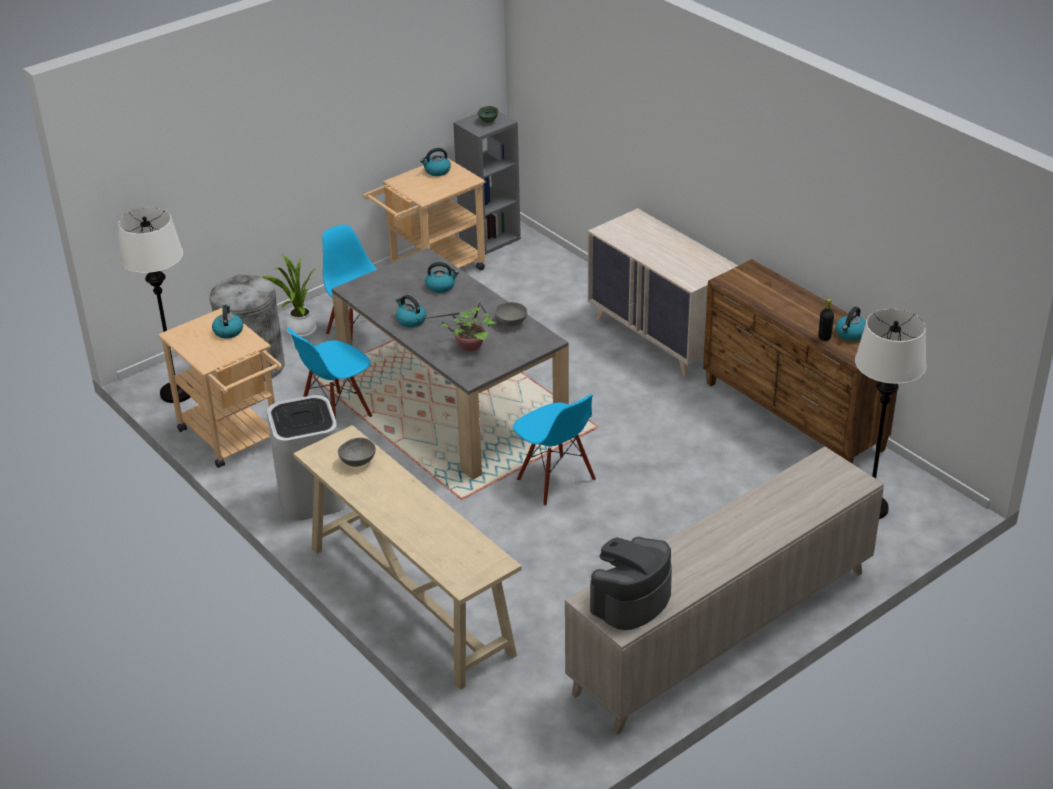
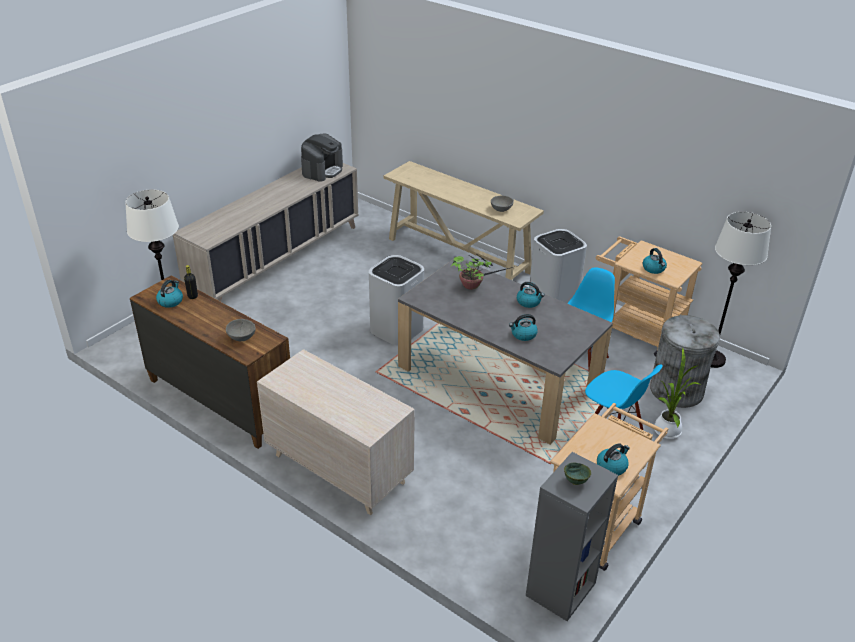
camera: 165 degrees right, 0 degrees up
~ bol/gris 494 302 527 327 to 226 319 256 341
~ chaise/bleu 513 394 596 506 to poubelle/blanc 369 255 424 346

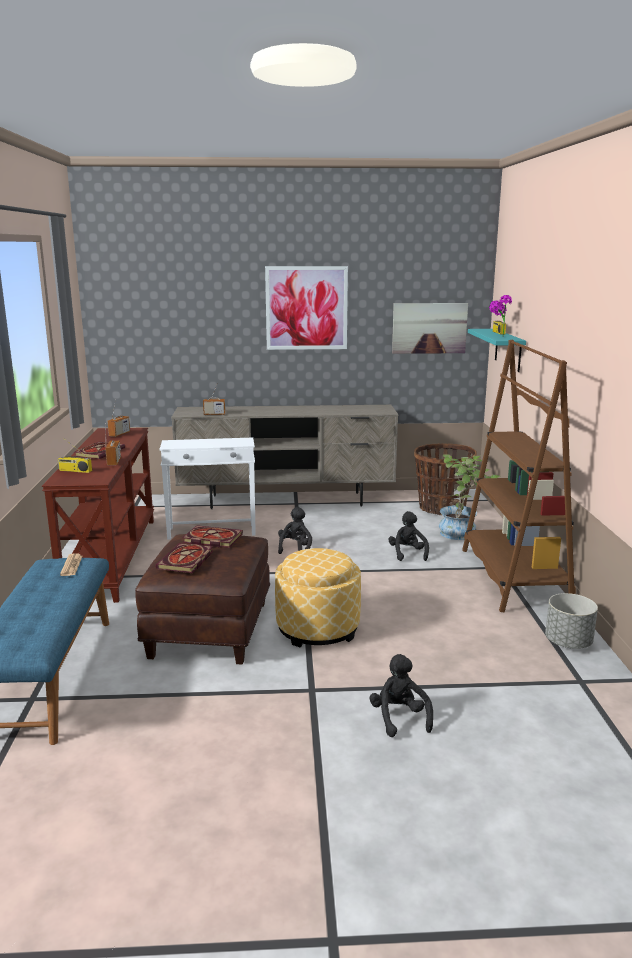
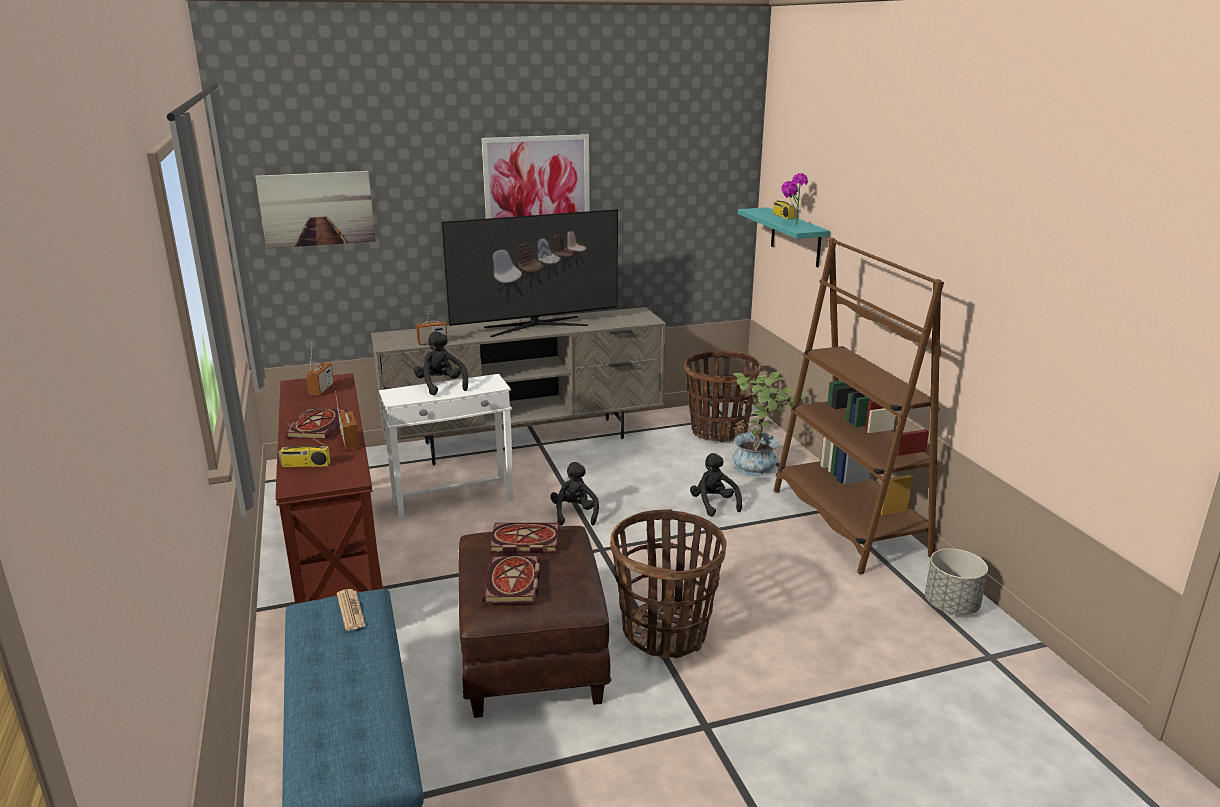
camera: 15 degrees left, 5 degrees up
~ pouf 275 548 361 648 to panier 610 509 726 659
~ peluche/noir 369 654 433 737 to 414 331 468 395
~ tableau 392 303 468 354 to 255 171 376 249
+ téléviseur 442 209 618 337

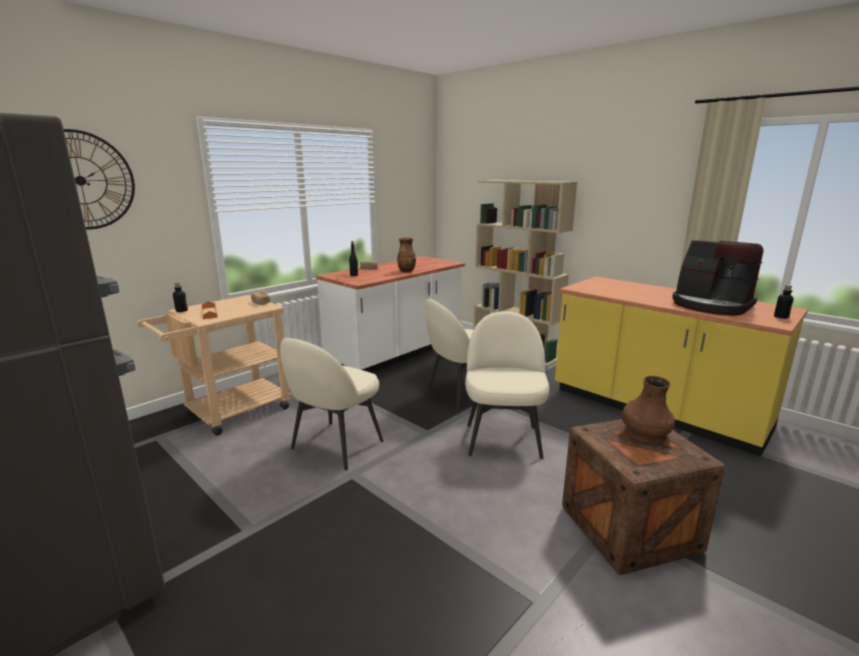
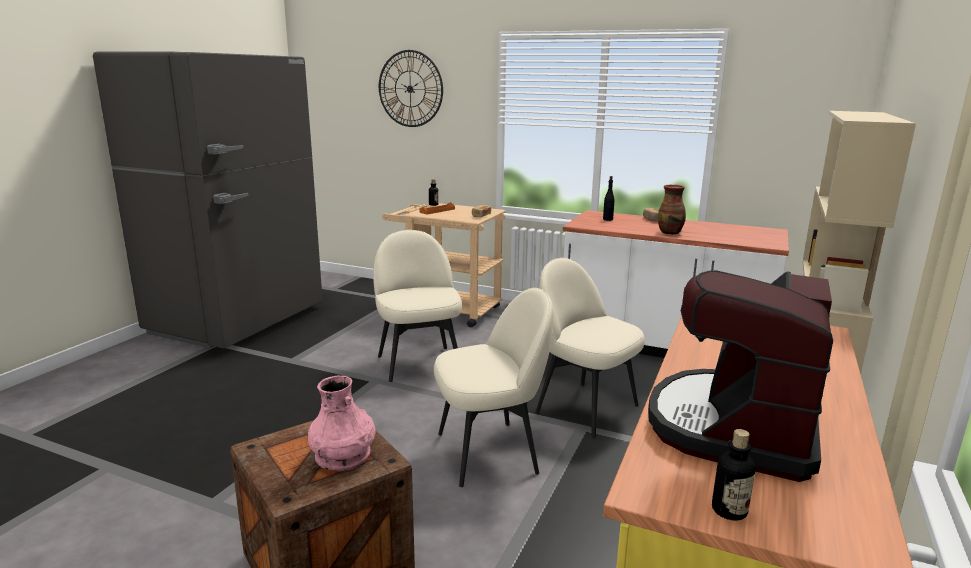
camera: 70 degrees right, 0 degrees up
~ chaise/beige 280 338 383 470 = 373 230 462 382 60 degrees clockwise
~ vase/marron 622 376 675 445 to vase/rose 308 376 376 471

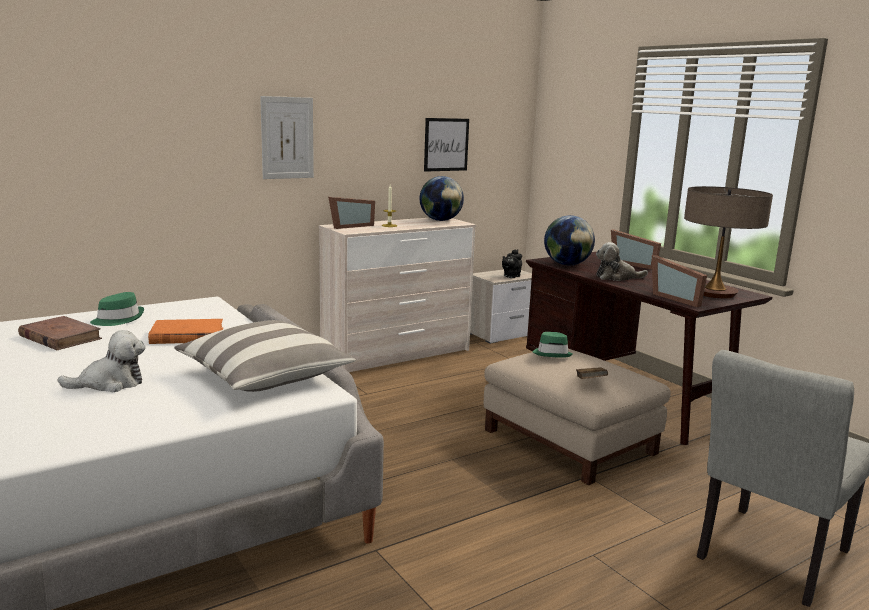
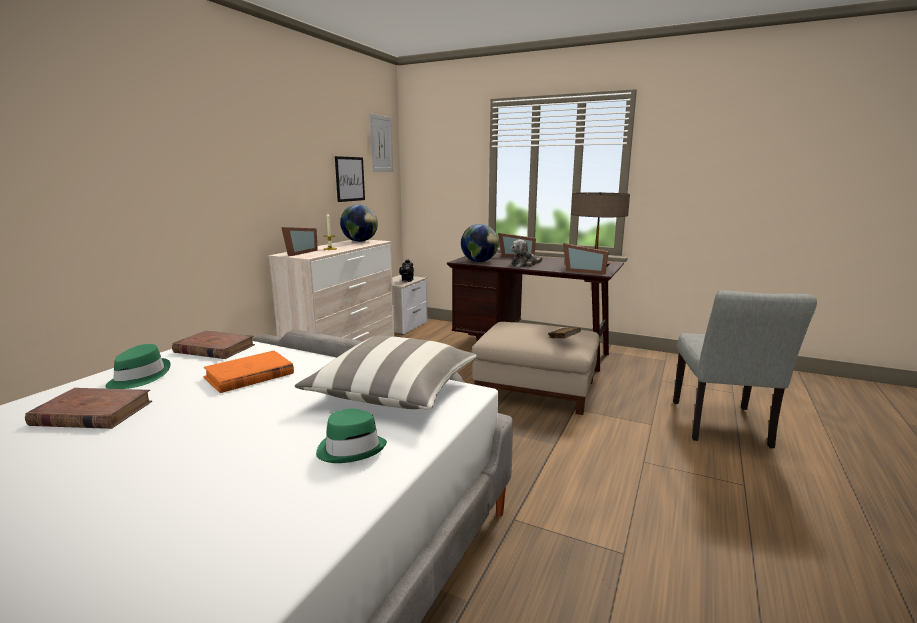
camera: 30 degrees left, 0 degrees up
- peluche 58 330 145 392
~ tableau 260 96 314 179 to 370 114 393 172
~ chapeau/vert 533 332 573 358 to 316 409 387 463
+ livre/marron 172 331 255 359

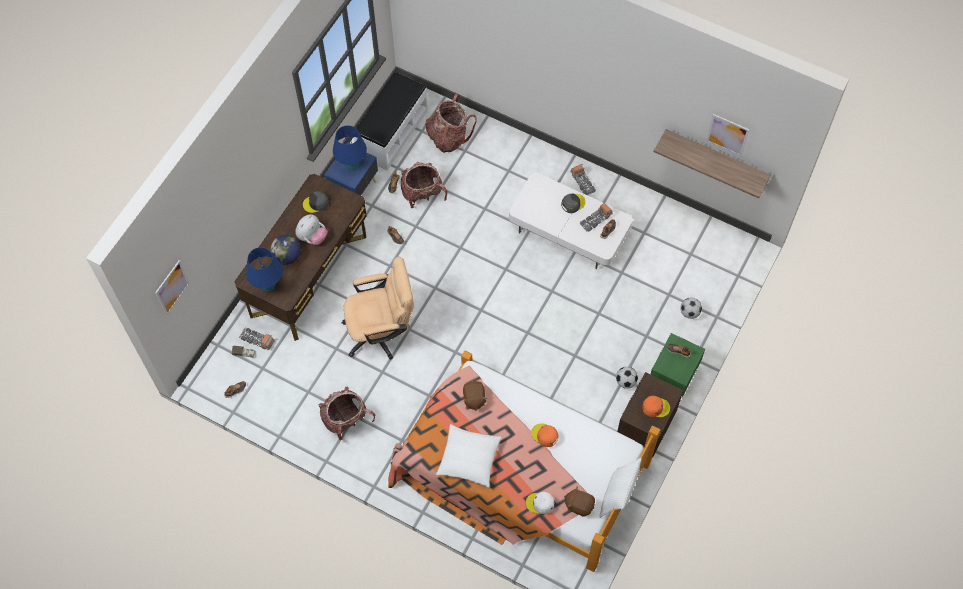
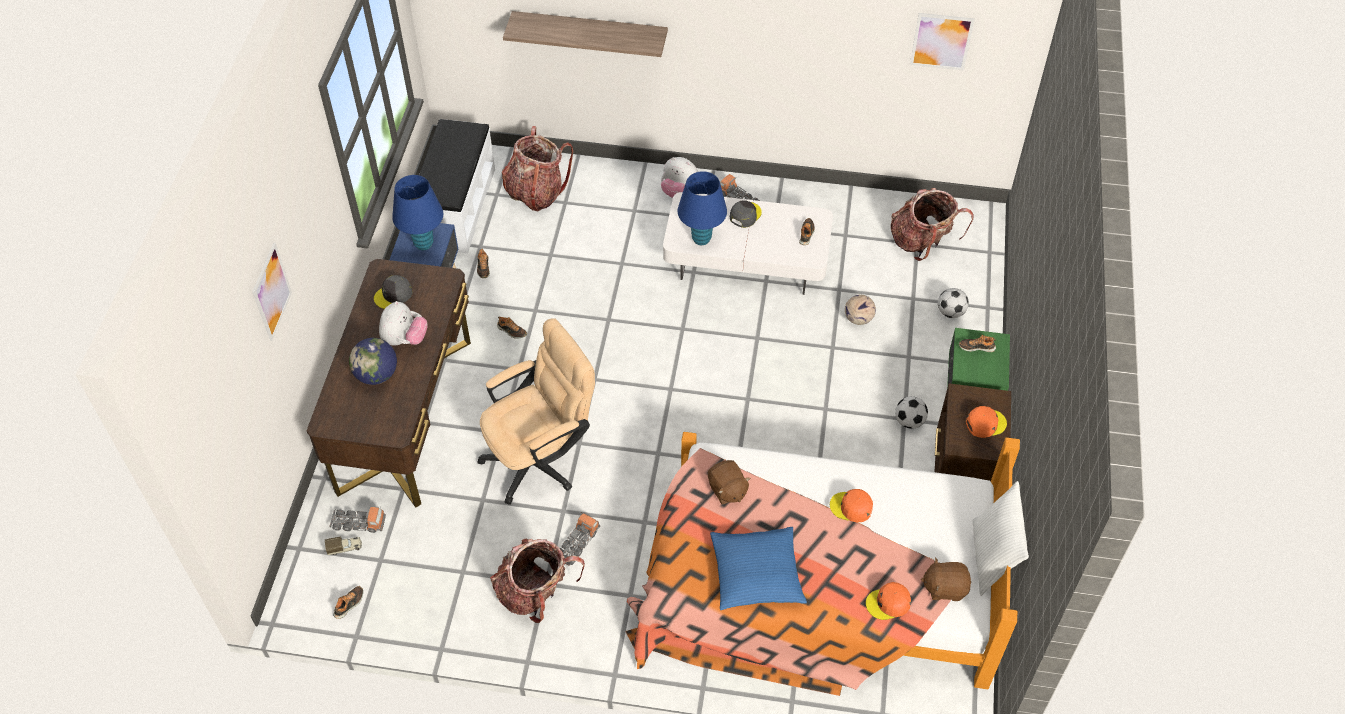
camera: 20 degrees left, 10 degrees down
~ tableau 155 260 190 315 to 252 243 292 341
~ lampe de table/bleu 246 247 283 292 to 678 171 727 245
~ sac à dos 401 162 447 208 to 891 188 974 261
~ coussin/blanc 436 424 502 488 to coussin/bleu 710 527 807 610
~ casquette/blanc 526 492 554 514 to casquette/orange 866 582 911 620
~ camion jouet 580 202 613 232 to 560 513 600 566
~ étagère 653 129 771 198 to 503 11 668 57
+ peluche 661 157 698 198
+ ballon de foot 845 295 876 325

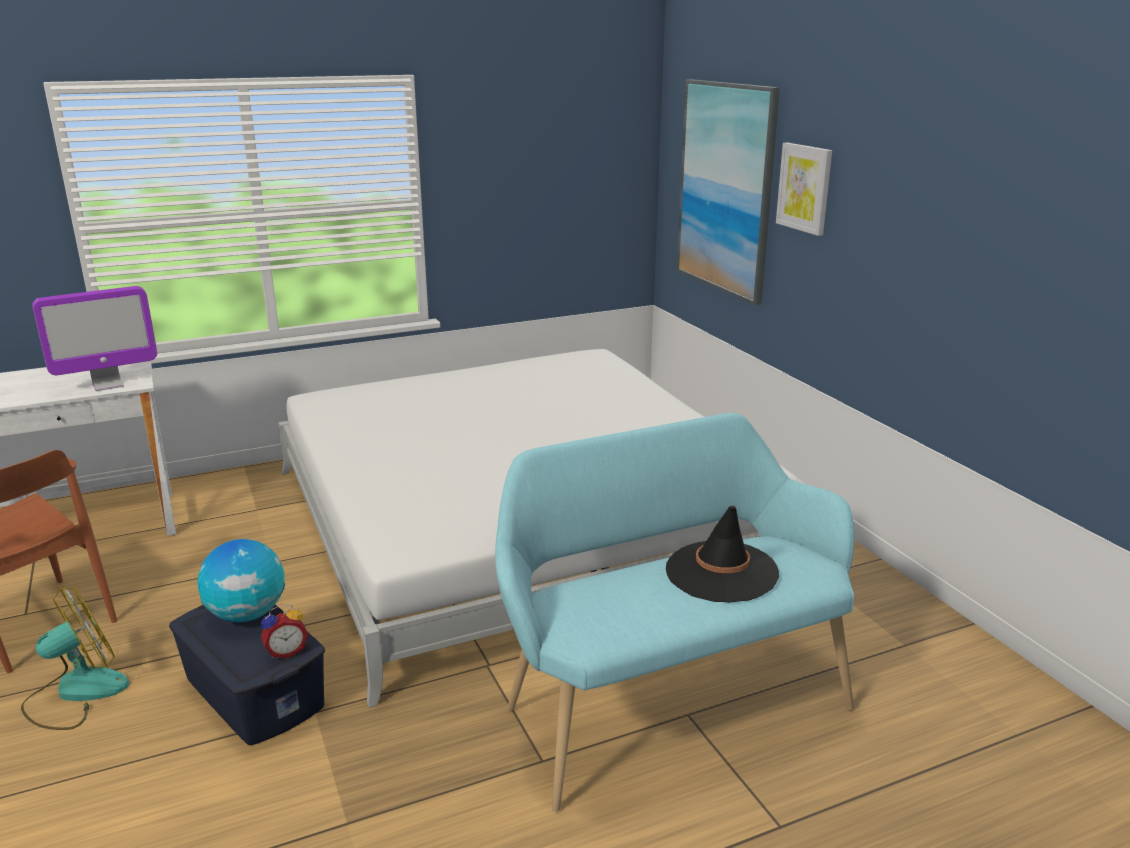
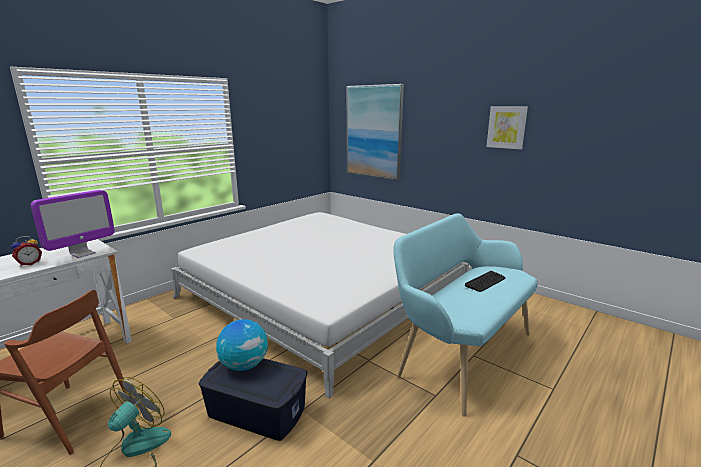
camera: 25 degrees left, 5 degrees down
~ réveil 261 605 308 658 to 11 236 42 267
~ chapeau/noir 666 506 779 603 to clavier 465 271 505 292
~ tableau 776 142 832 236 to 486 106 528 149

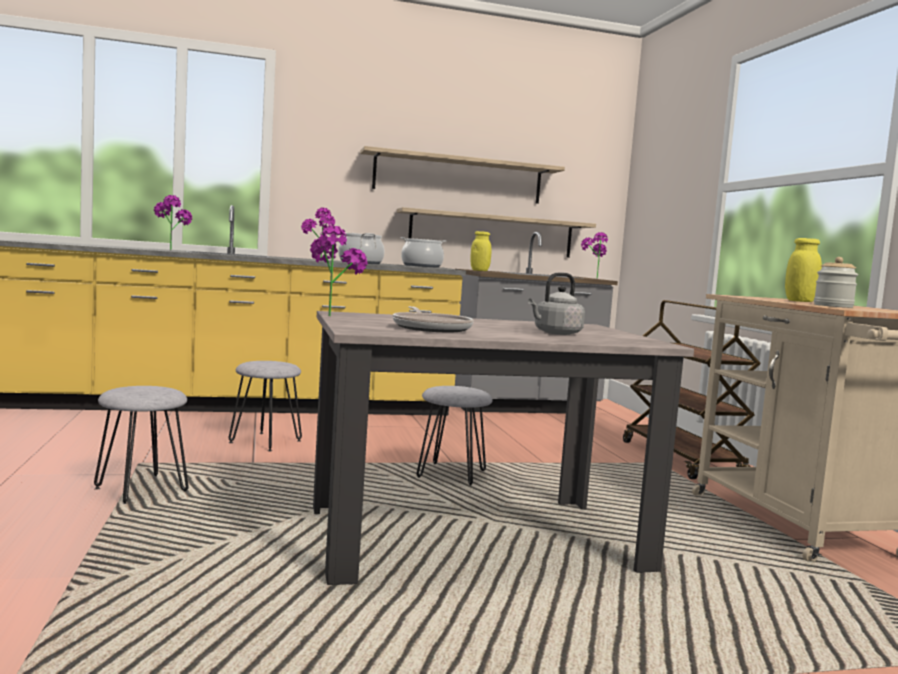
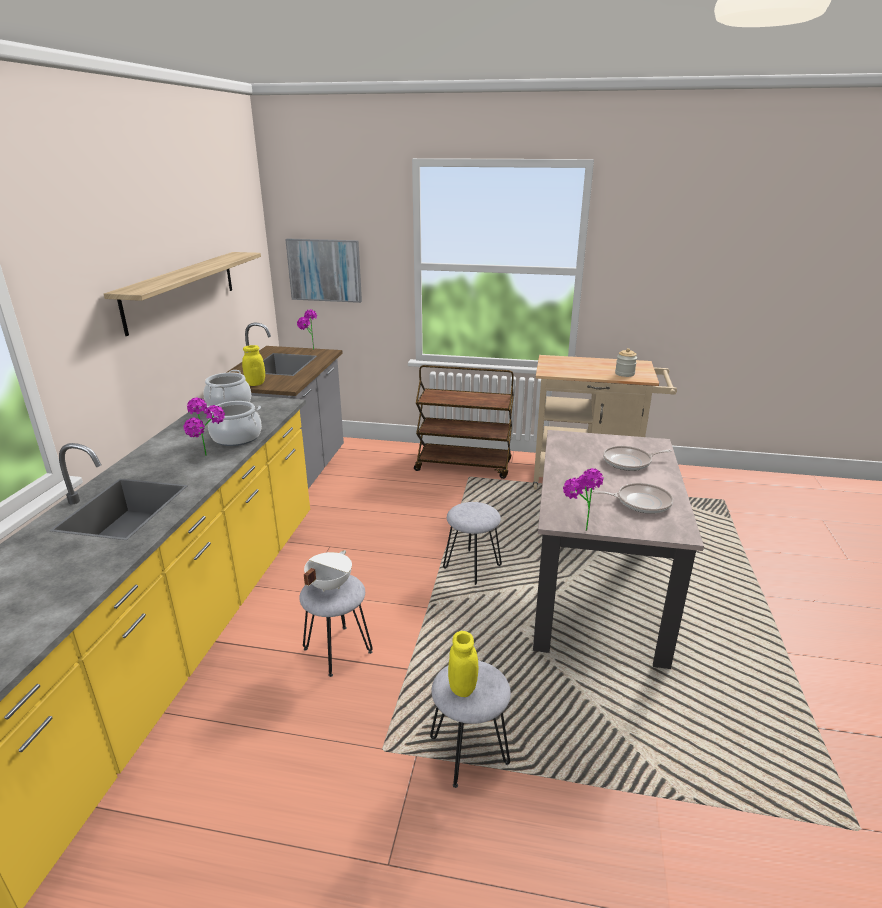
camera: 65 degrees left, 20 degrees up
- plante en pot 154 195 192 251
- étagère 397 207 596 258
~ bouilloire/gris 528 273 585 335 to poêle 603 446 672 471
~ bocal/jaune 785 238 822 302 to 448 631 478 697
+ tableau 285 239 362 303
+ marmite/blanc 304 550 352 592

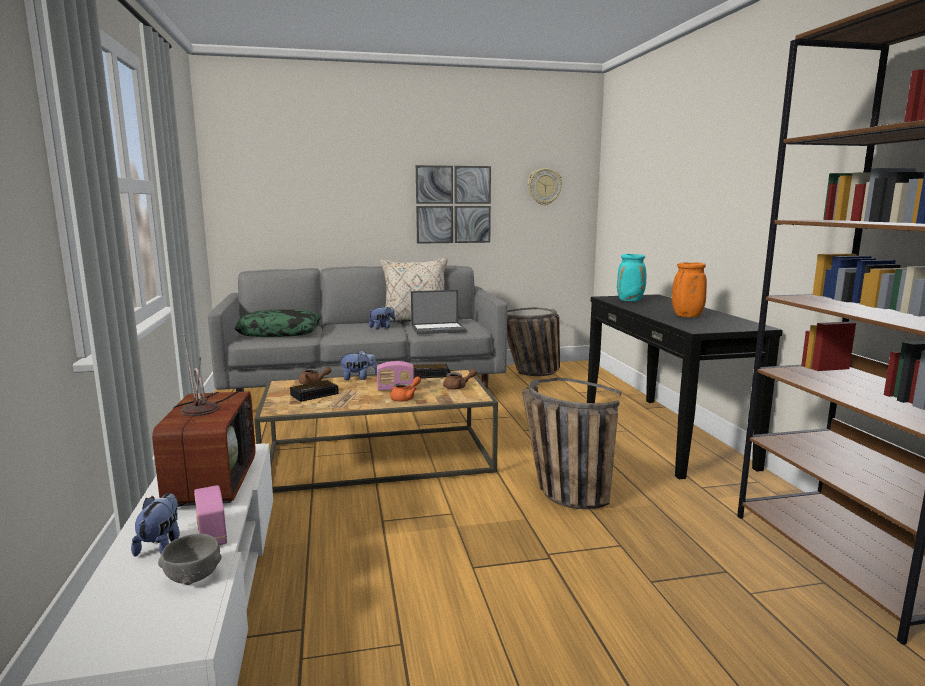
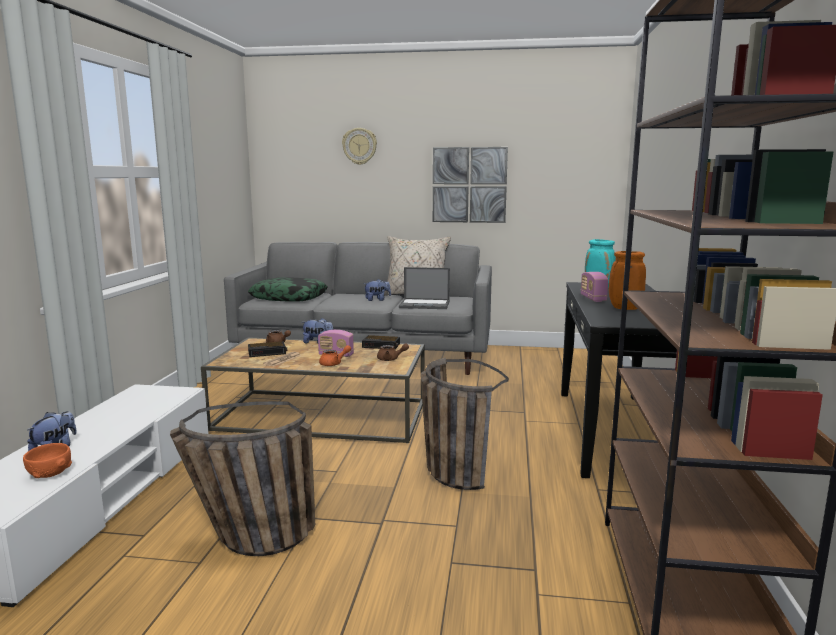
camera: 20 degrees right, 0 degrees up
- téléviseur 151 333 256 507
~ bol/gris 158 534 221 585 to bol/orange 23 443 72 478
~ radio 194 485 227 545 to 581 272 608 302
~ panier 507 307 560 376 to 170 401 315 556
~ horloge murale 528 168 562 205 to 342 128 377 165

